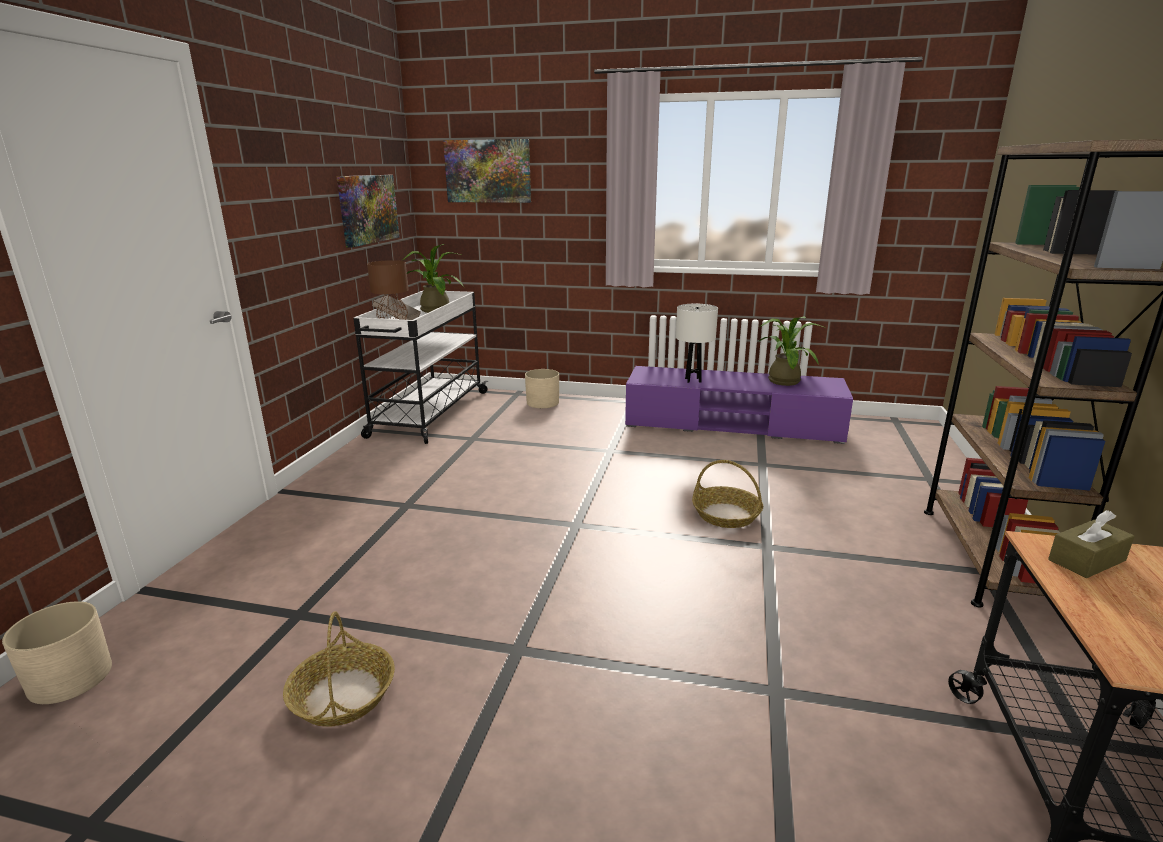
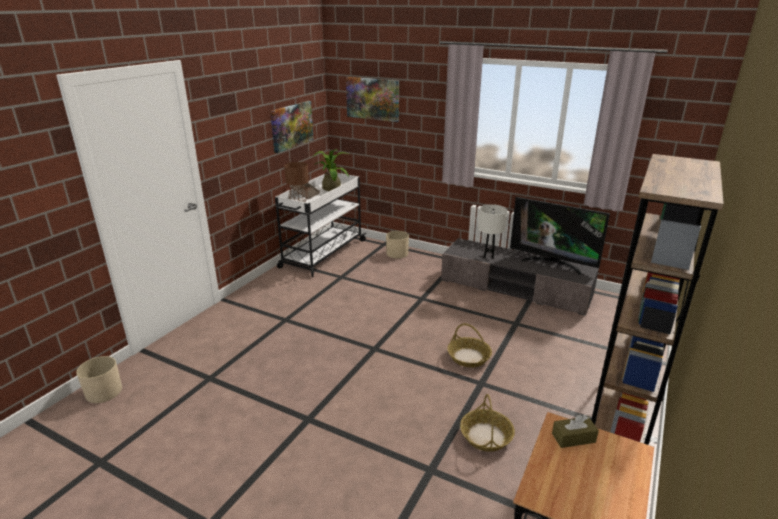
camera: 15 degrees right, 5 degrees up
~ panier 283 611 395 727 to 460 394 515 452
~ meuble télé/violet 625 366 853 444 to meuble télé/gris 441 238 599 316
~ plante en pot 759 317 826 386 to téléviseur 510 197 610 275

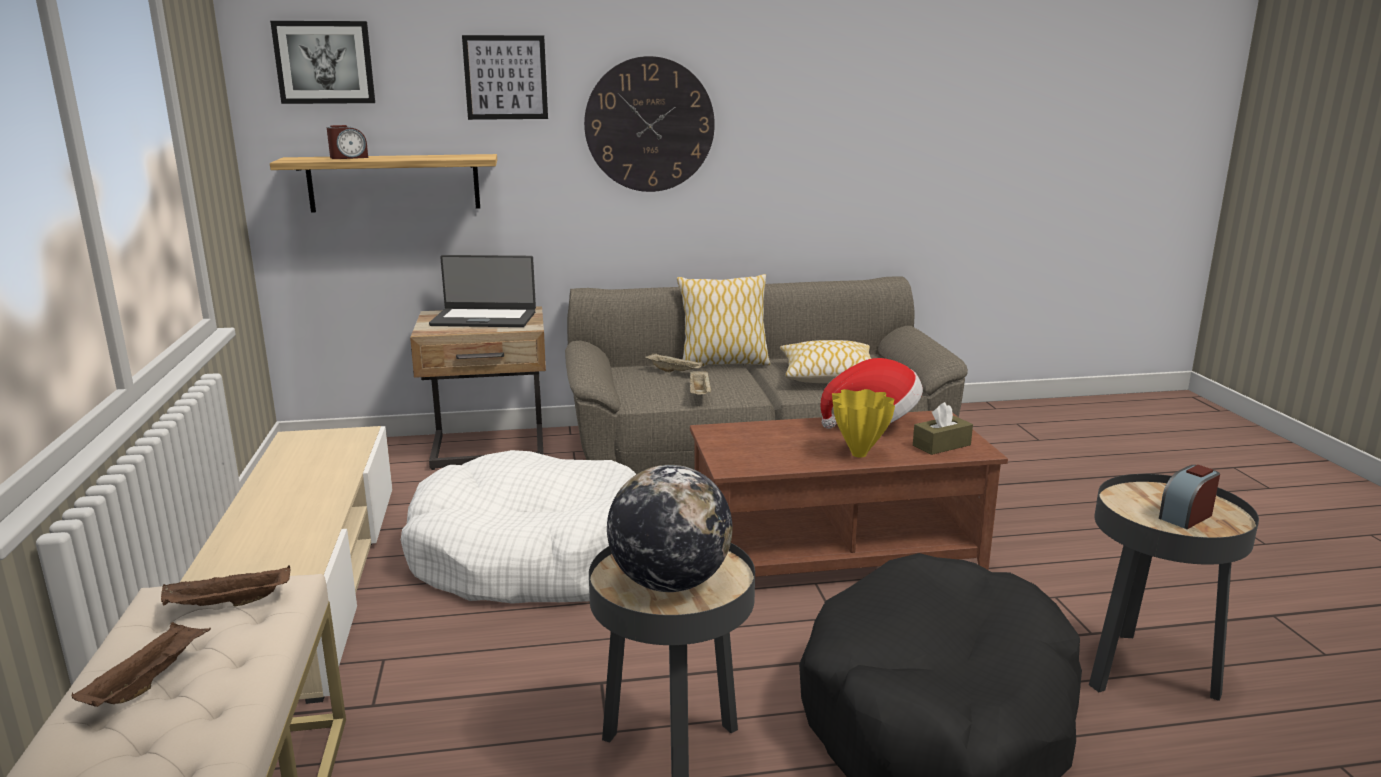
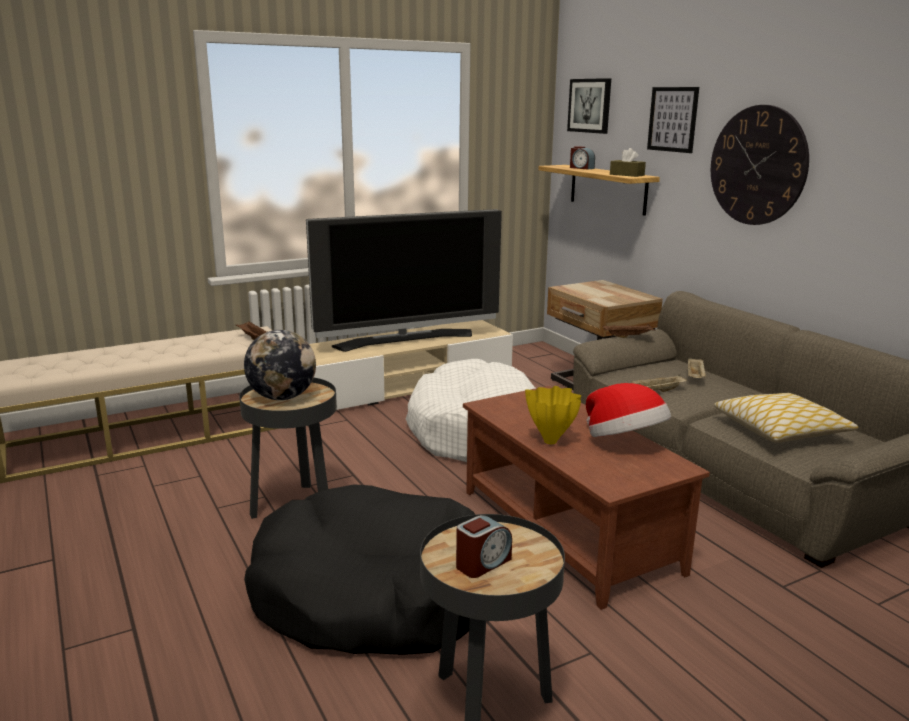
camera: 70 degrees right, 0 degrees up
~ plateau/marron 71 622 211 707 to 603 324 656 338
- ordinateur portable 429 255 536 327
- coussin 677 274 771 367
~ boîte à mouchoirs/marron 913 402 973 455 to 610 148 646 177
~ réveil 1159 465 1220 529 = 456 515 512 578 105 degrees clockwise
+ téléviseur 306 209 502 352

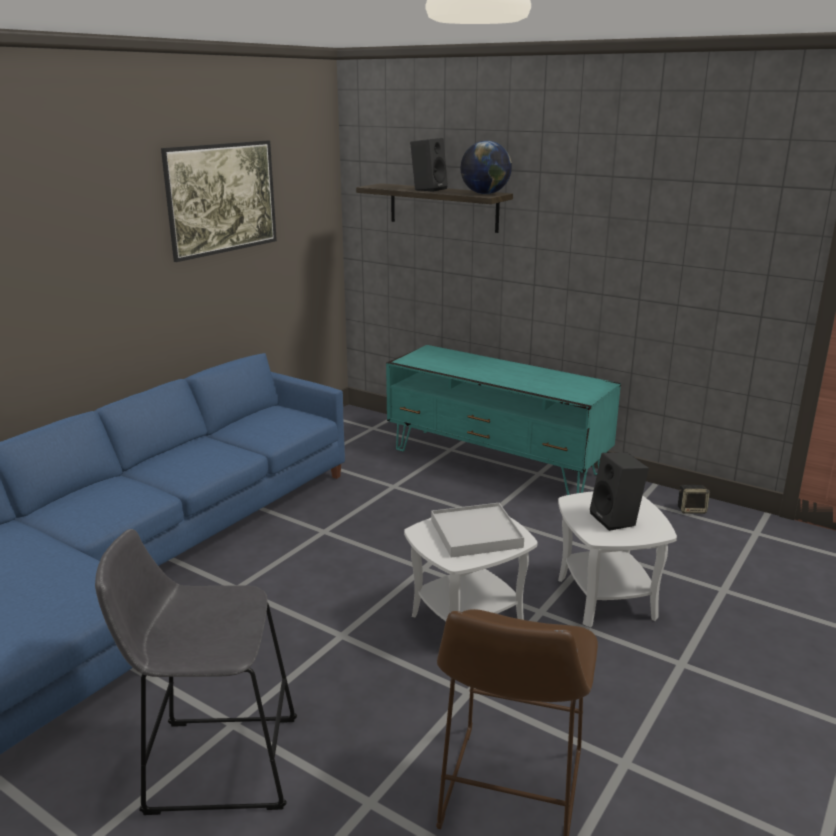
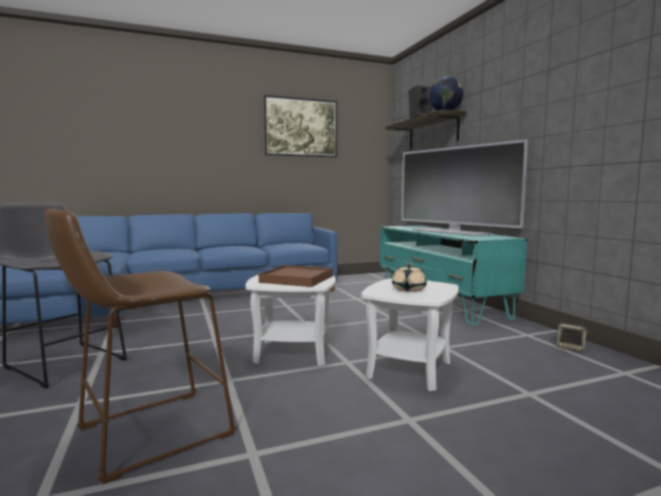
camera: 35 degrees right, 15 degrees down
~ plateau/blanc 431 503 524 558 to plateau/marron 259 265 333 287
~ enceinte/noir 590 452 649 531 to théière/beige 392 263 427 292
+ téléviseur 402 139 528 236

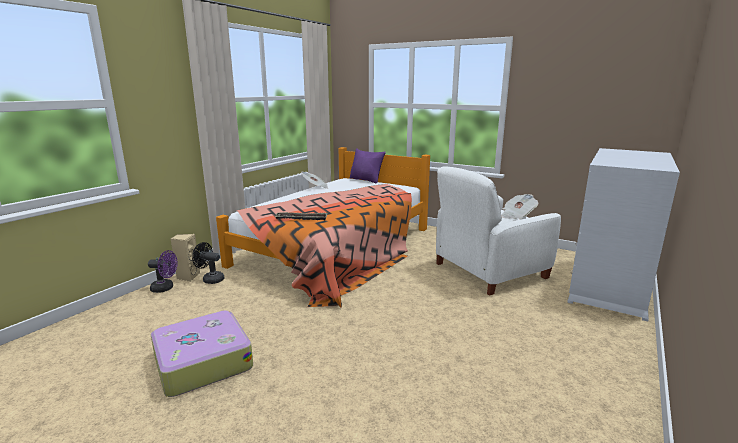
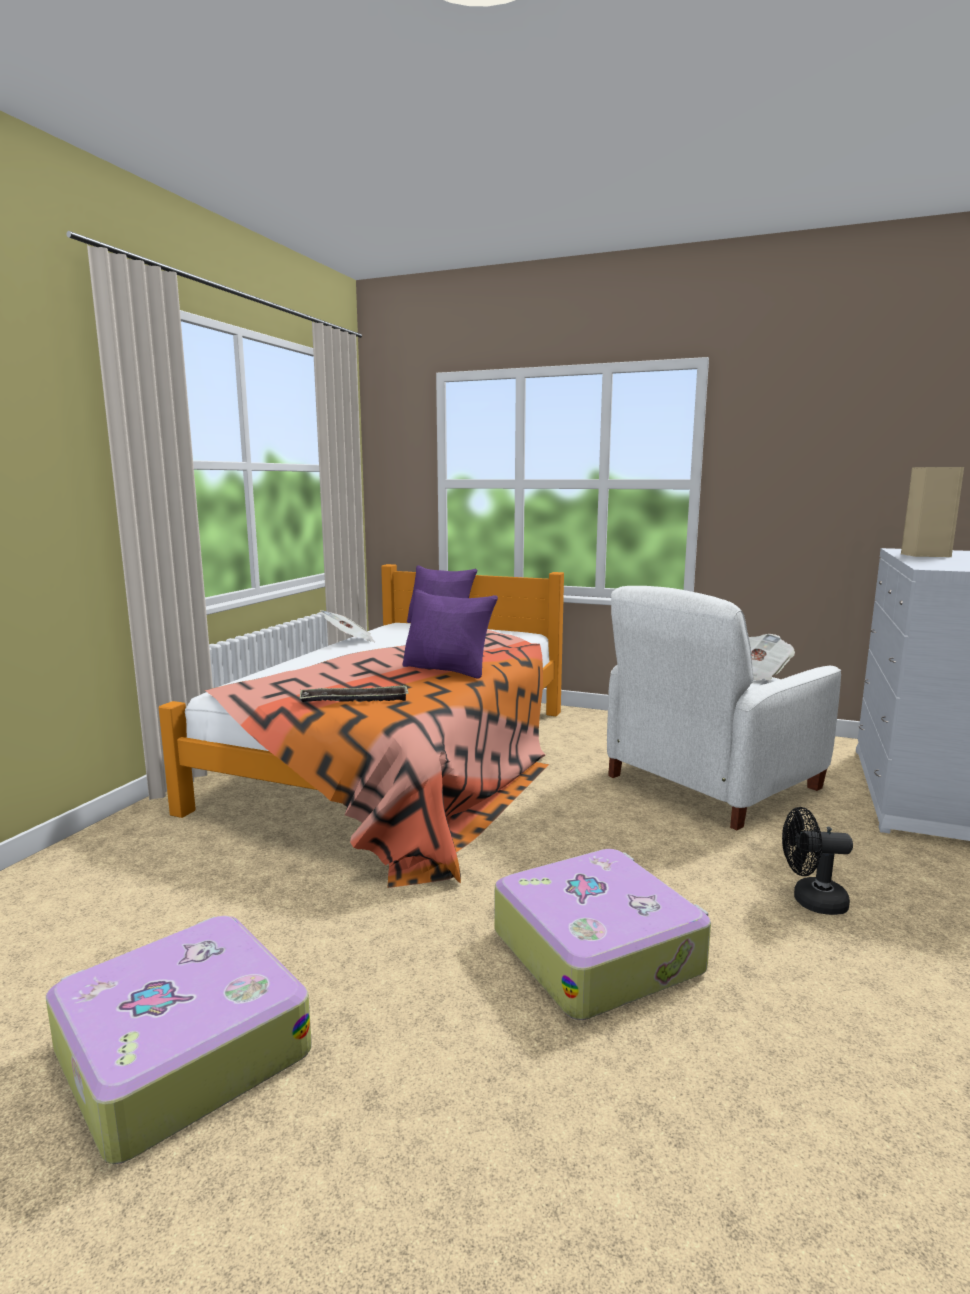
camera: 10 degrees left, 5 degrees down
- ventilateur/violet 148 250 178 293
~ enceinte/beige 170 234 200 282 to 901 467 964 557
~ ventilateur/noir 192 242 224 284 to 782 807 853 915
+ coussin/violet 402 589 498 679
+ valise 494 849 711 1020

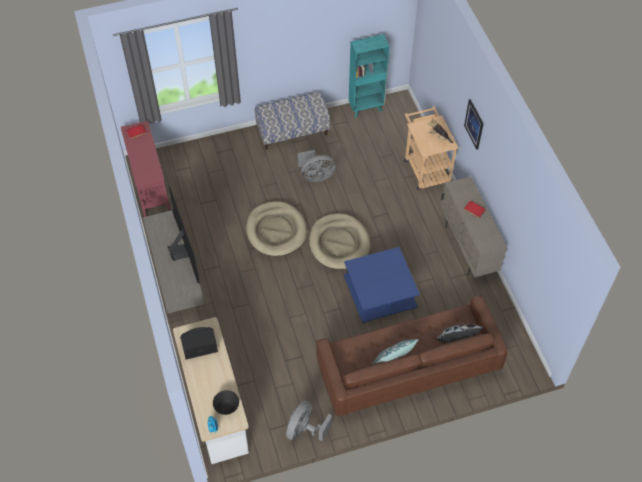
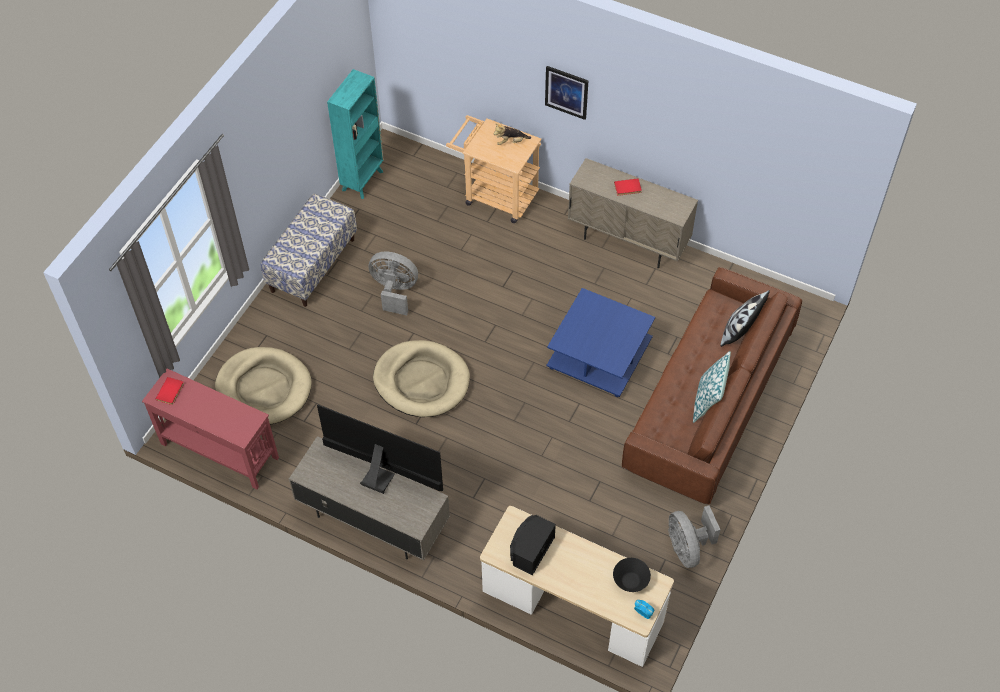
camera: 45 degrees left, 0 degrees up
~ ventilateur/gris 297 150 336 182 = 369 251 418 315 105 degrees counterclockwise
~ panier pour chien/beige 309 213 370 269 to 215 347 312 424

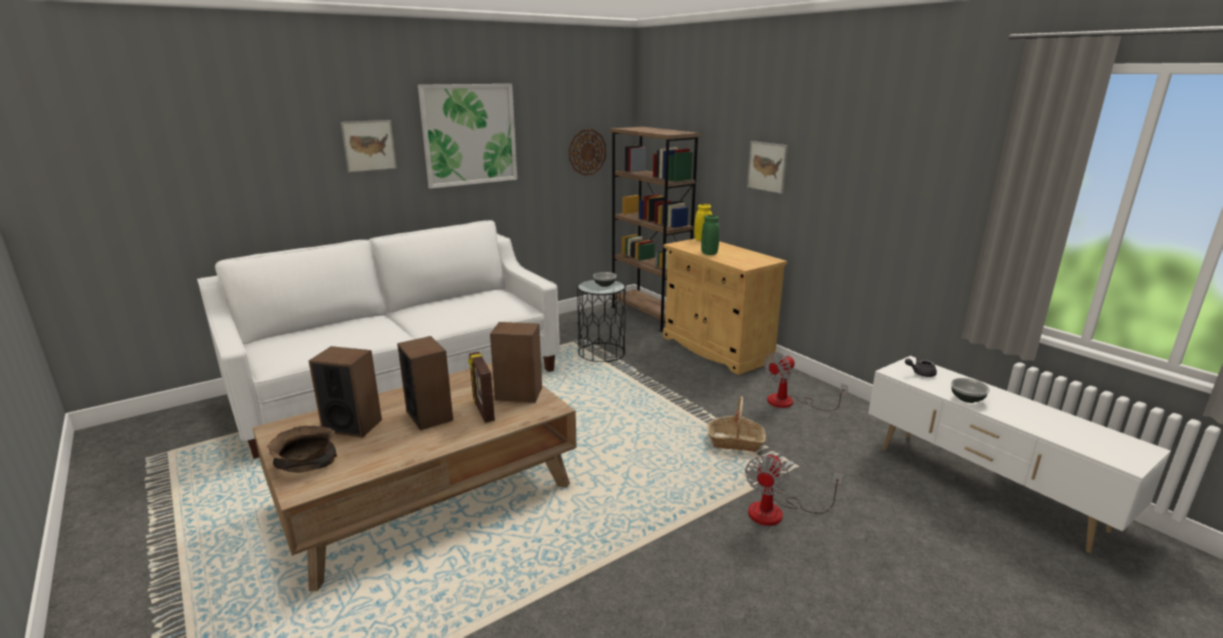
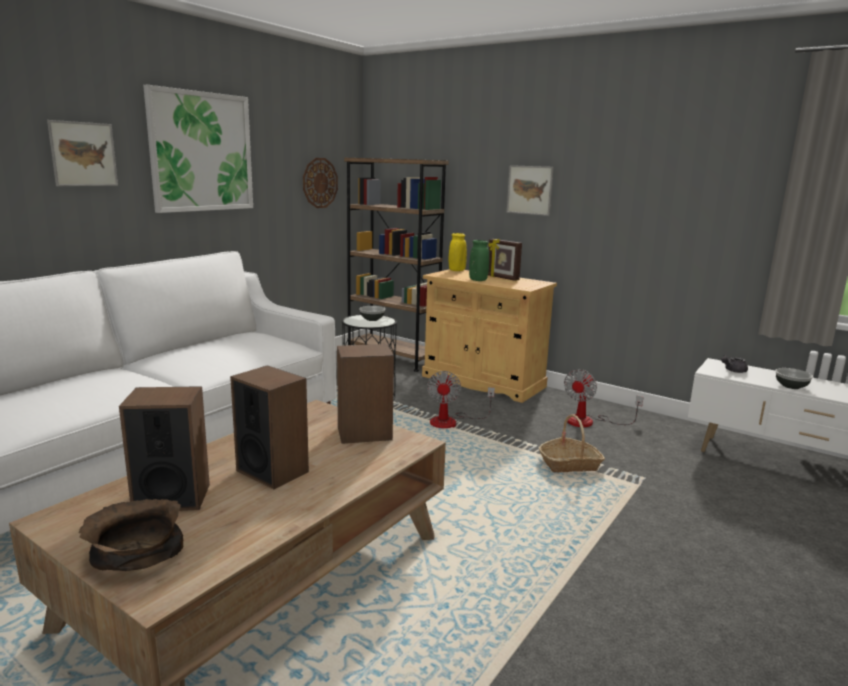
camera: 20 degrees left, 5 degrees down
~ cadre photo 468 351 495 423 to 488 239 522 281
~ ventilateur 745 454 843 526 to 427 371 495 428

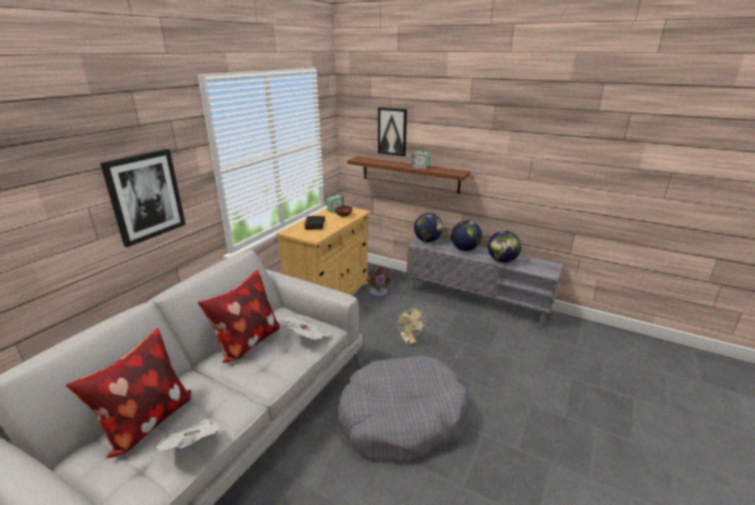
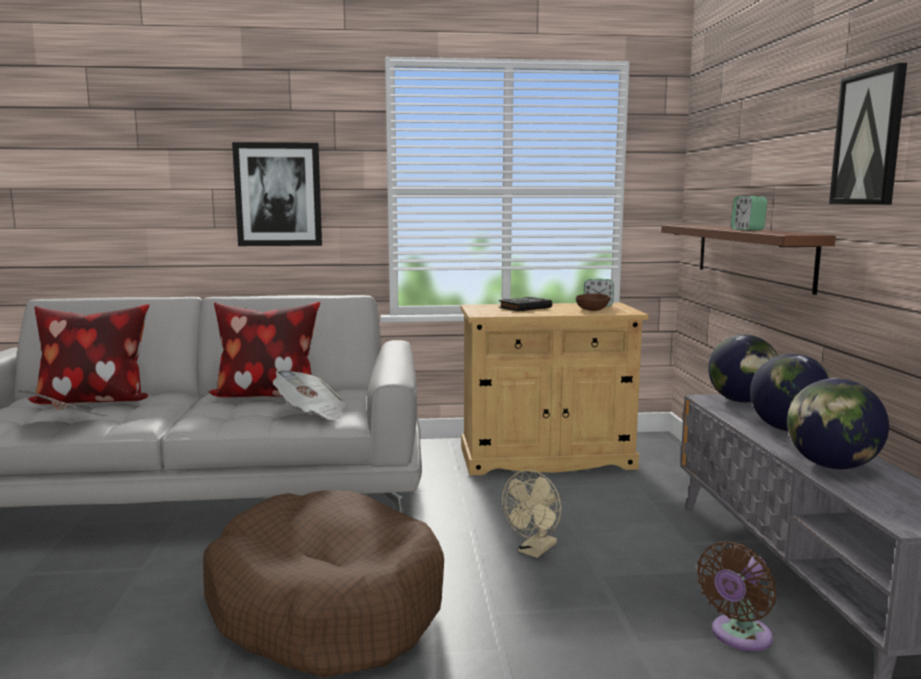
camera: 55 degrees right, 15 degrees down
~ panier pour chien/gris 337 356 469 462 to panier pour chien/marron 203 490 444 677
~ ventilateur/marron 367 266 392 297 to 697 542 777 651
~ tableau 378 107 407 156 to 829 63 907 205

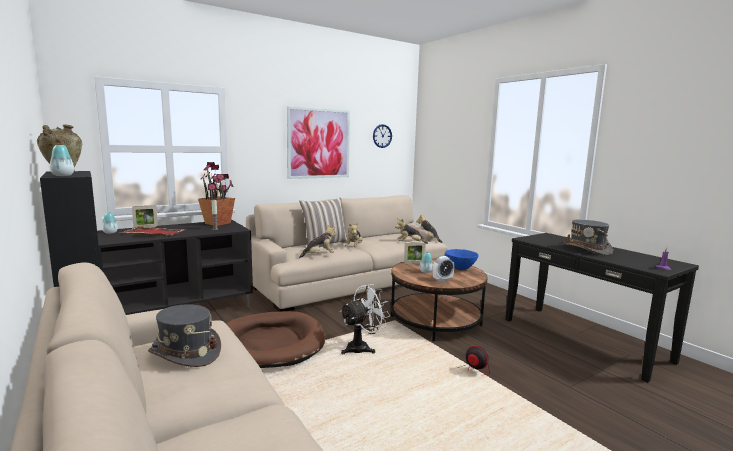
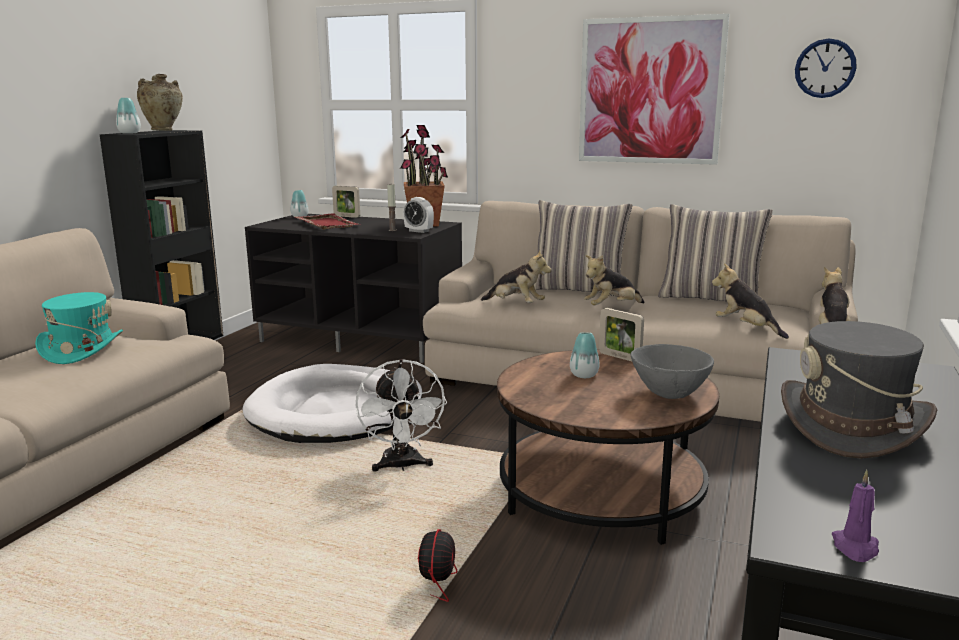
camera: 55 degrees right, 5 degrees up
~ chapeau/gris 148 304 221 367 to chapeau/turquoise 35 292 123 364
~ panier pour chien/marron 227 311 325 368 to panier pour chien/blanc 242 364 423 443
~ ventilateur/blanc 340 284 390 354 = 356 359 447 472 60 degrees clockwise
~ réveil 432 256 454 281 to 403 197 434 233
~ bol/bleu 445 249 479 270 to bol/gris 631 344 714 399
+ coussin 658 204 773 301

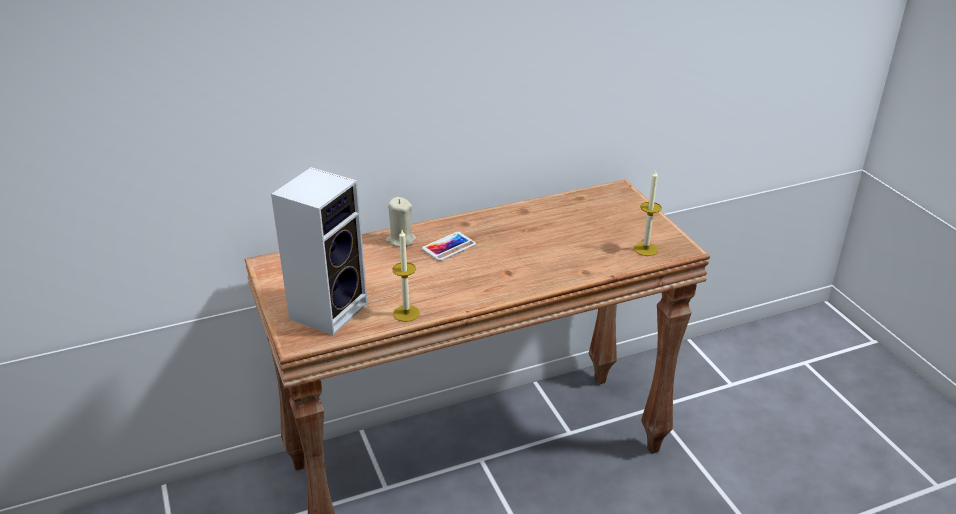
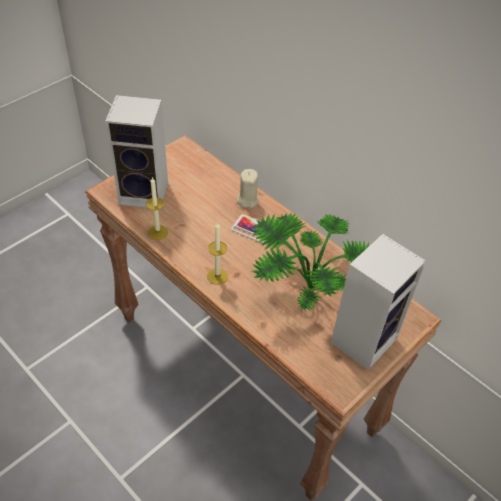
camera: 65 degrees right, 15 degrees up
~ bougie 634 169 662 256 to 207 222 228 285
+ plante en pot 252 213 369 312
+ enceinte 331 234 426 370

